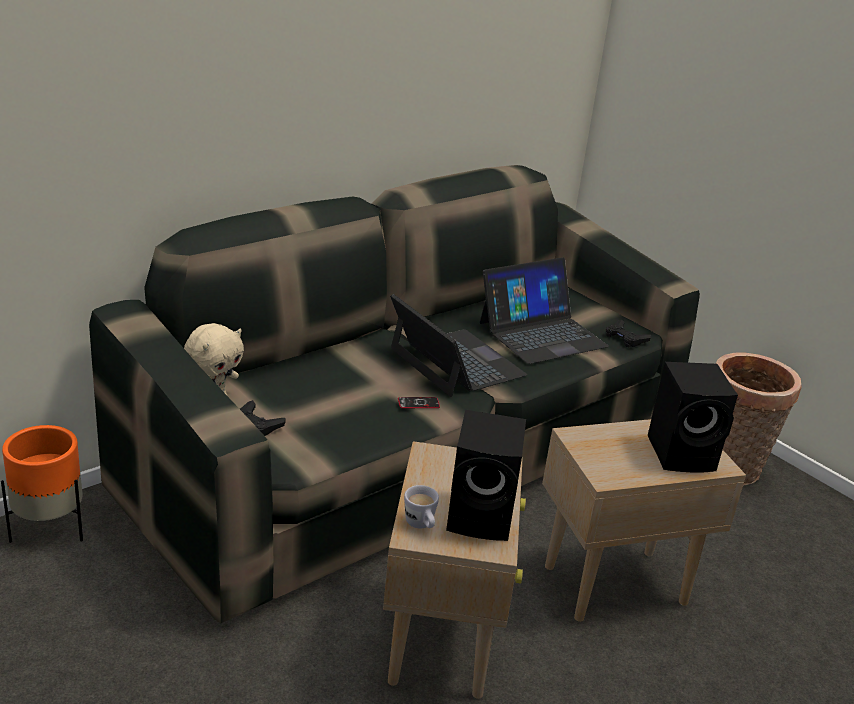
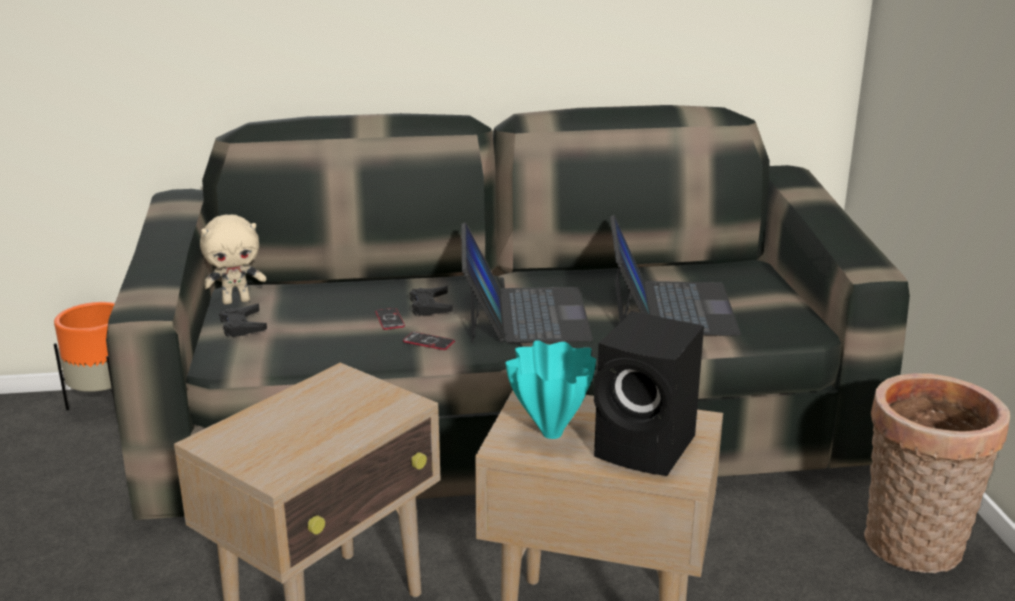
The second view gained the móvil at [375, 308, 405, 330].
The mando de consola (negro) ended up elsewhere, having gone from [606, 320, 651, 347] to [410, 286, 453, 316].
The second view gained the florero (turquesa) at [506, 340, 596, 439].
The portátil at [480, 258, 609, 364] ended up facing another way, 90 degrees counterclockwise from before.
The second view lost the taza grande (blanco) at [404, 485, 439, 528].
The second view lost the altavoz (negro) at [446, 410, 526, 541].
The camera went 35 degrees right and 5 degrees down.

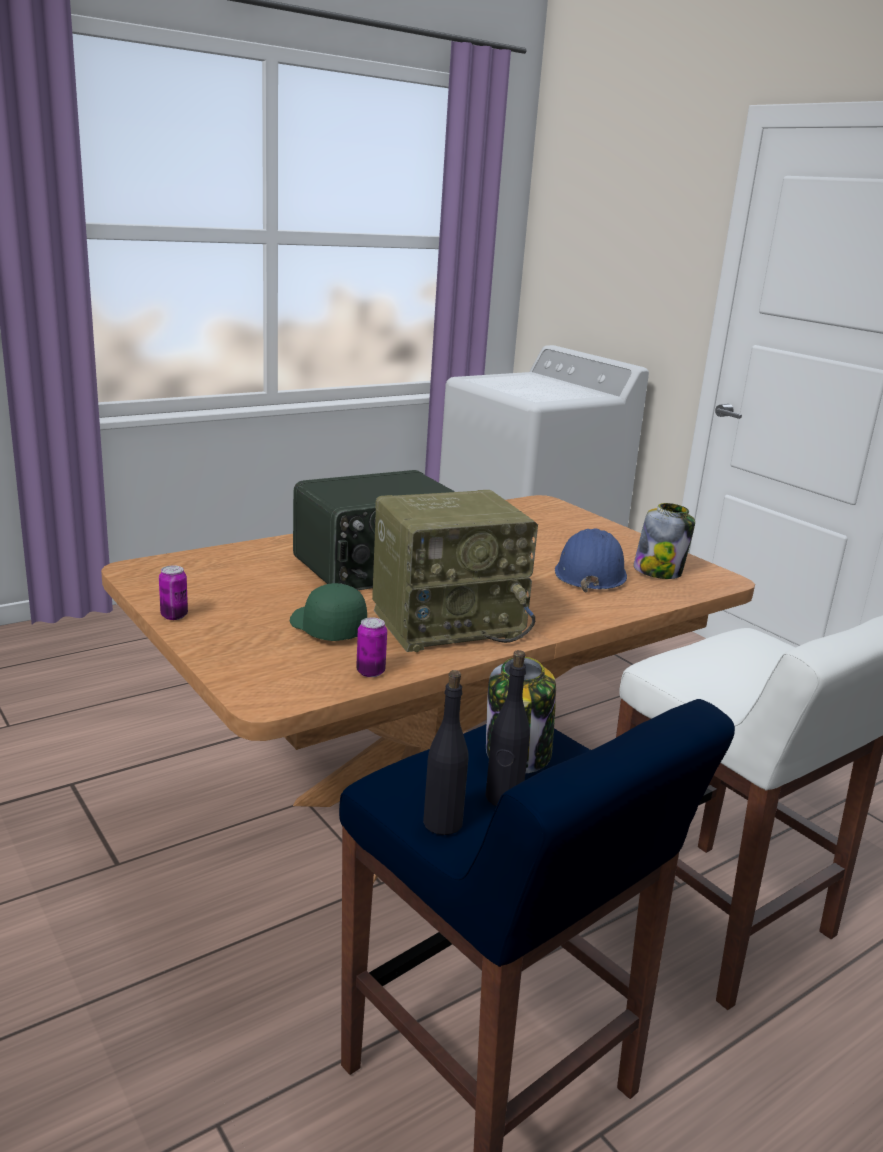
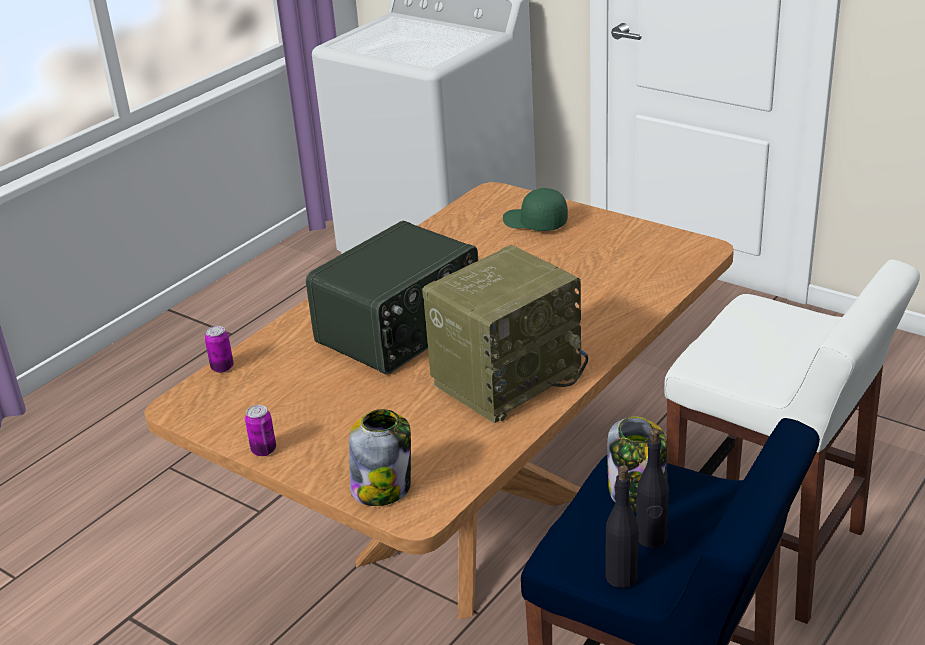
The lata ended up elsewhere, having gone from [356, 617, 387, 677] to [205, 326, 234, 373].
The tarro ended up elsewhere, having gone from [633, 503, 695, 579] to [349, 409, 411, 506].
The gorra (verde) ended up elsewhere, having gone from [290, 583, 367, 641] to [503, 188, 568, 231].
The second view lost the casco (azul) at [555, 529, 627, 592].
The camera went 15 degrees left and 10 degrees up.

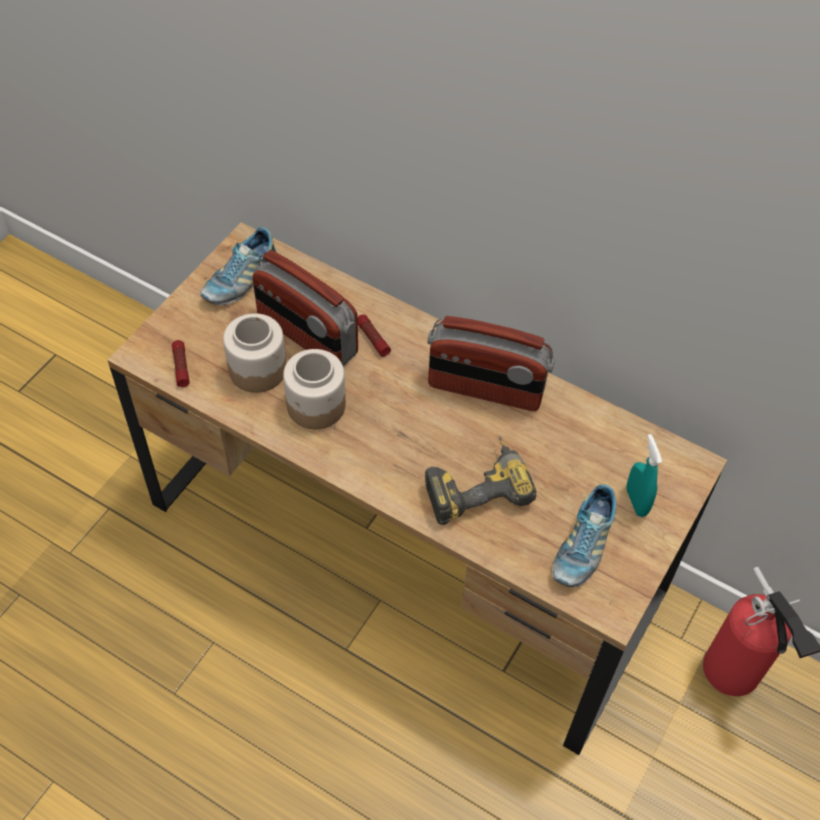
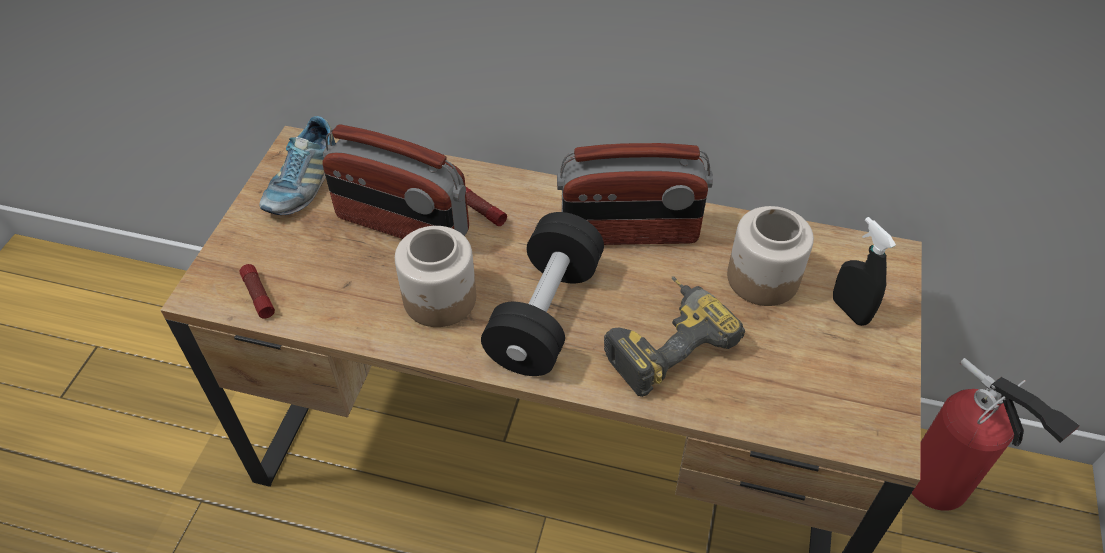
The second view gained the mancuerna (negro) at [481, 212, 604, 376].
The tarro ended up elsewhere, having gone from [223, 313, 286, 393] to [727, 206, 814, 306].
What was the pulverizador (turquesa) at [626, 434, 662, 517] turned into the pulverizador (negro) at [833, 217, 896, 326].
The second view lost the zapato at [552, 484, 616, 588].
The camera went 15 degrees left and 5 degrees down.

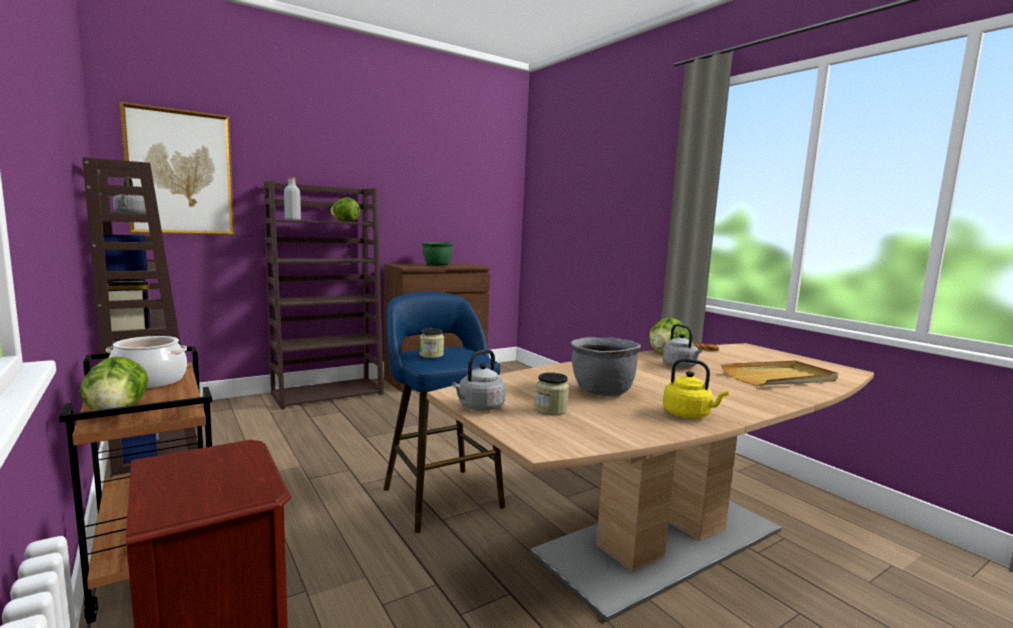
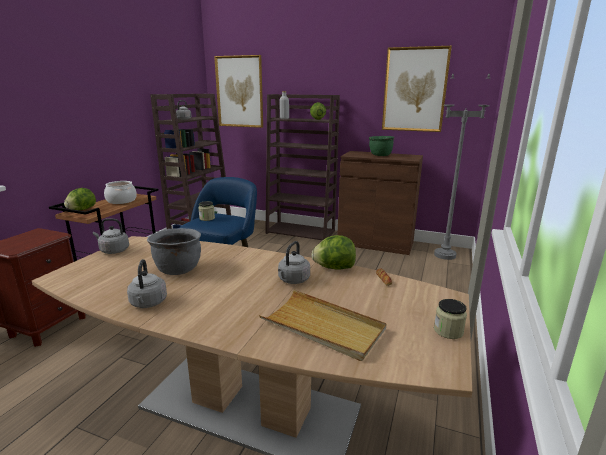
What was the hervidor (amarillo) at [663, 358, 729, 418] turned into the hervidor (gris) at [127, 259, 167, 308].
The second view gained the cuadro at [382, 46, 452, 132].
The second view gained the lámpara de pie (gris) at [434, 74, 491, 260].
The tarro ended up elsewhere, having gone from [535, 372, 569, 415] to [434, 299, 467, 339].
The camera went 55 degrees right and 10 degrees up.

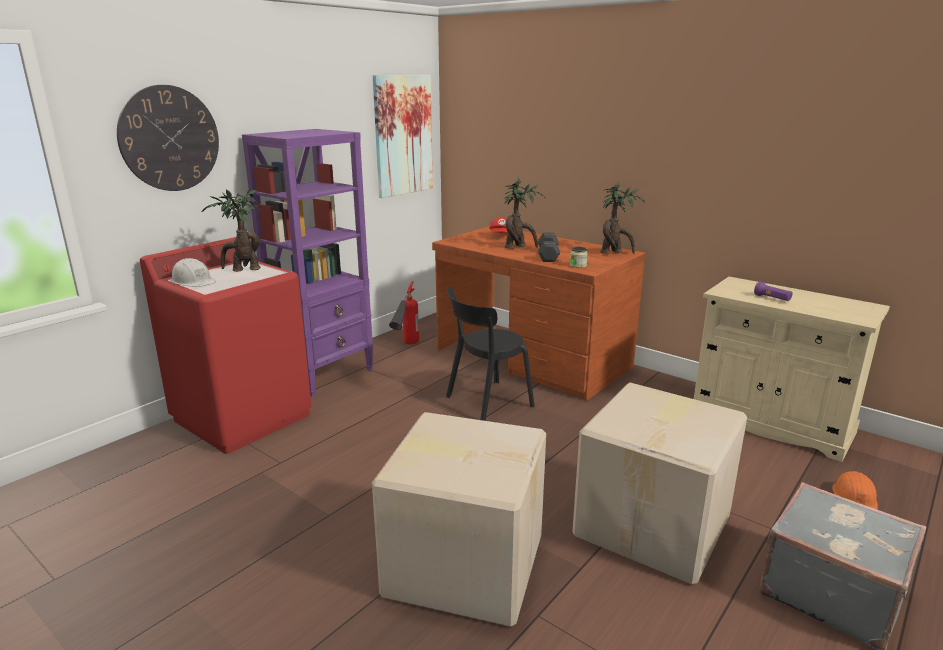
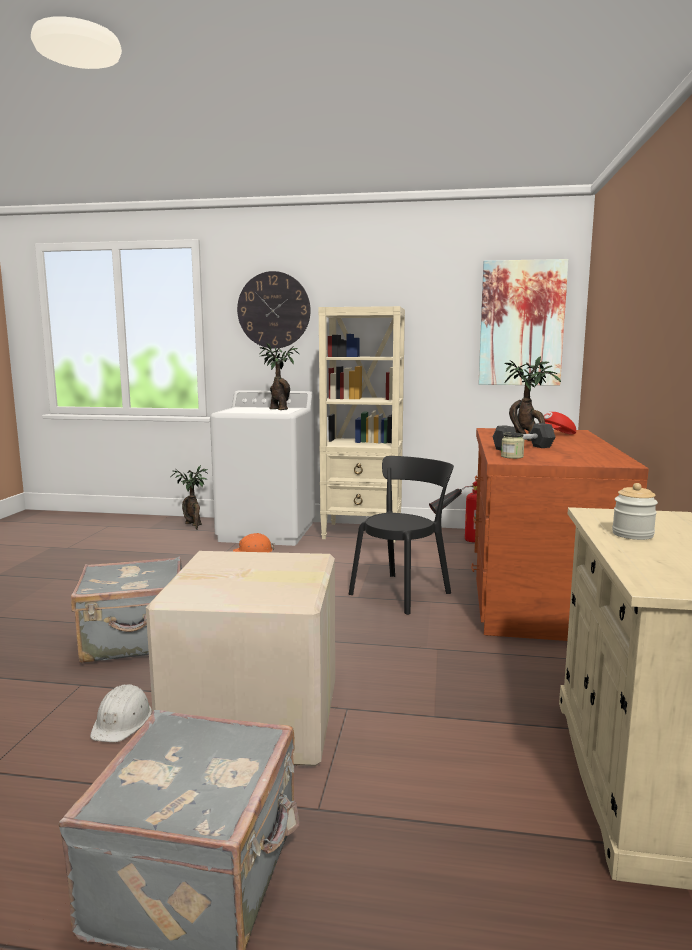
Where the caja de cartón stood at [372, 412, 546, 626], the maleta (gris) came to stand at [71, 556, 182, 663].
The casco (blanco) ended up elsewhere, having gone from [171, 258, 216, 287] to [90, 684, 152, 742].
The planta en maceta ended up elsewhere, having gone from [600, 181, 645, 254] to [170, 465, 208, 530].
What was the lavadora (rojo) at [140, 237, 312, 454] turned into the lavadora (blanco) at [210, 390, 315, 546].
The casco (naranja) ended up elsewhere, having gone from [832, 471, 878, 510] to [233, 533, 275, 552].
What was the estantería (morado) at [242, 129, 373, 397] turned into the estantería (beis) at [318, 306, 405, 543].
The silla (negro) at [446, 287, 535, 421] ended up facing another way, 105 degrees clockwise from before.
Where the linterna (morado) stood at [754, 282, 793, 301], the tarro came to stand at [612, 483, 658, 540].
The camera went 60 degrees right and 10 degrees down.

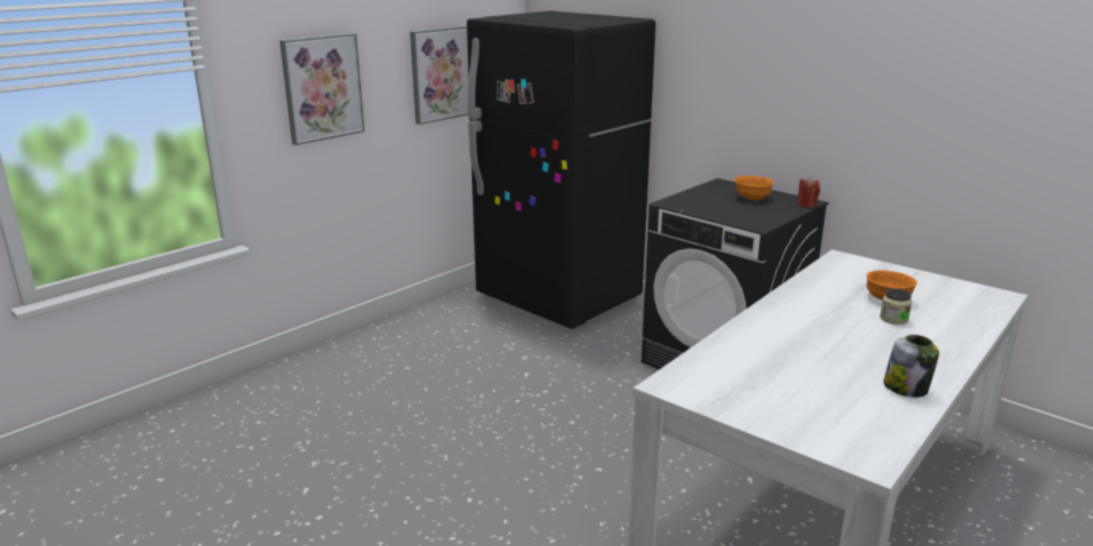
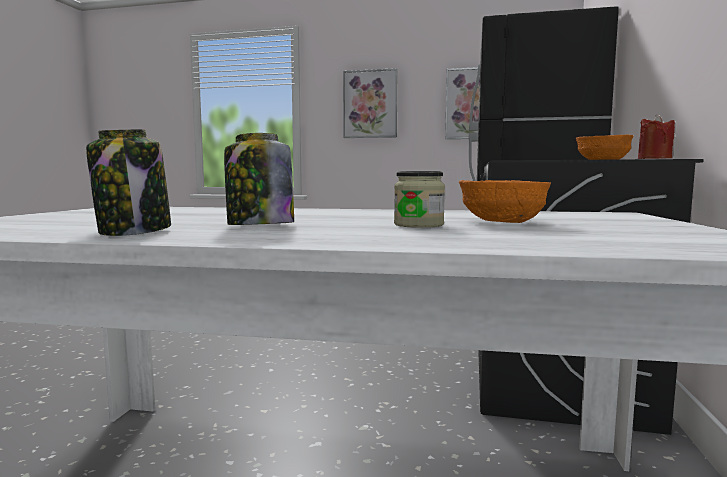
The second view gained the tarro at [224, 133, 294, 225].
The camera went 60 degrees right and 15 degrees down.

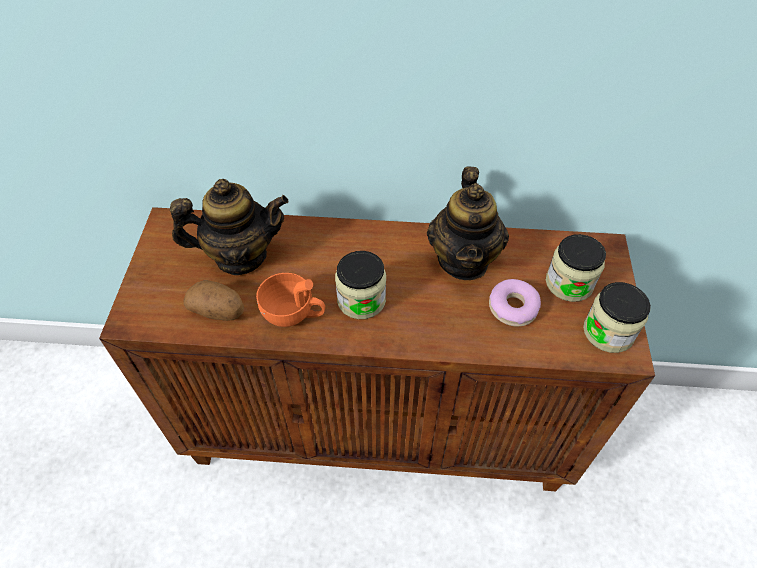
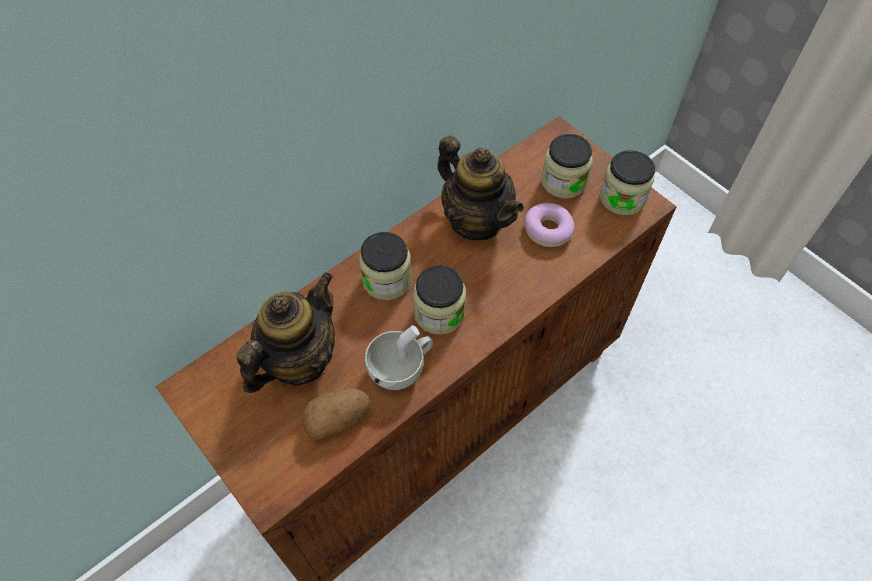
The second view gained the tarro at [359, 232, 412, 300].
What was the taza (naranja) at [256, 273, 325, 327] turned into the taza (blanco) at [365, 325, 433, 390].
The camera went 45 degrees left and 5 degrees up.

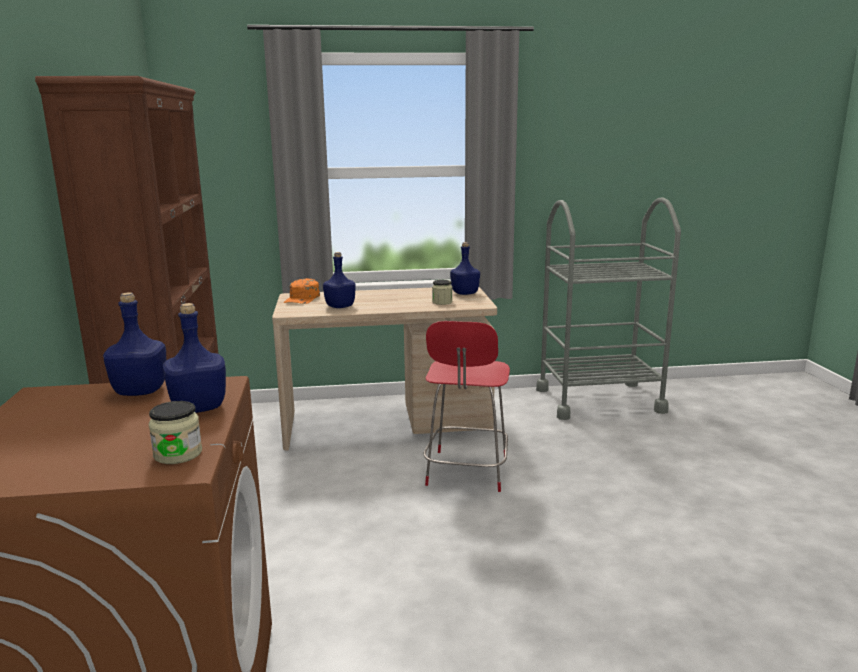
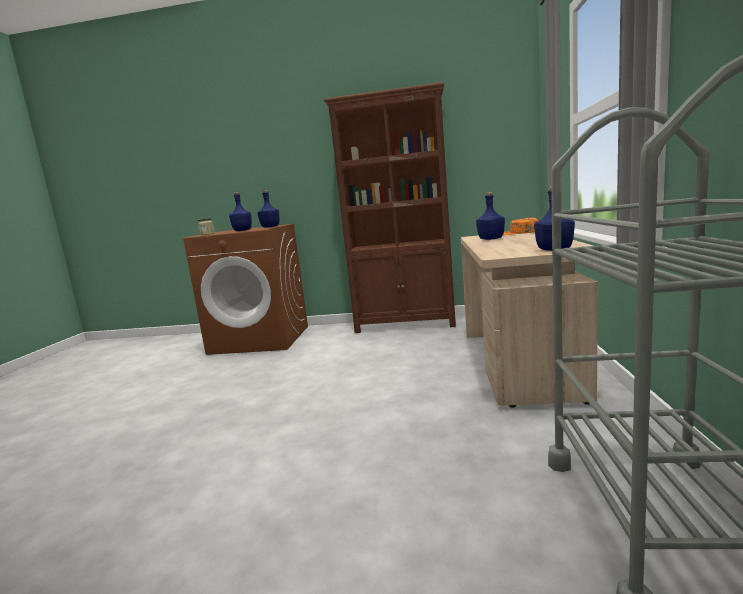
The second view lost the silla (rojo) at [424, 321, 510, 492].
The second view lost the tarro at [432, 280, 452, 305].
The camera went 105 degrees right and 5 degrees down.

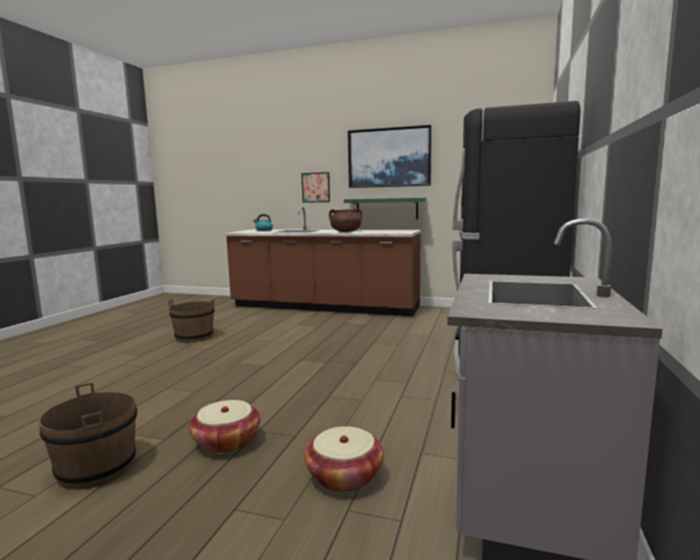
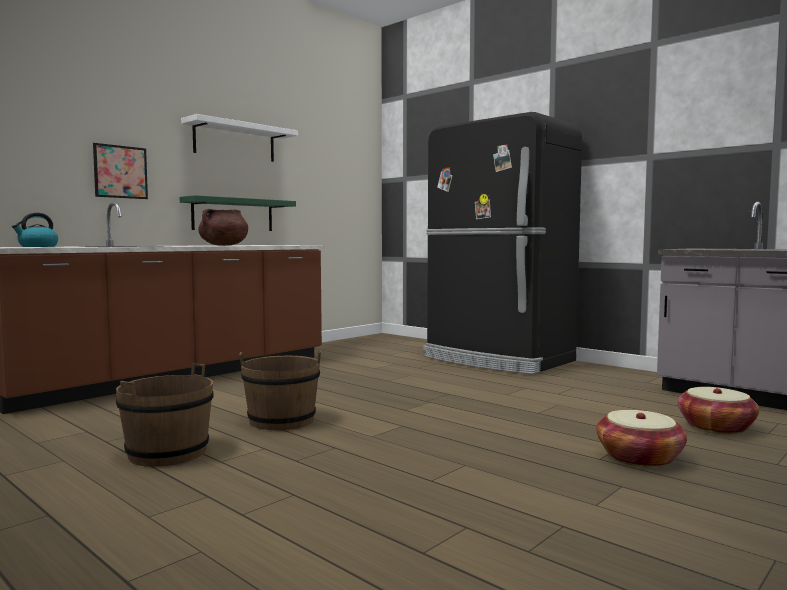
Where the cuadro hung at [348, 125, 432, 188], the estante (blanco) came to hang at [181, 114, 298, 162].
The cubo (marrón) ended up elsewhere, having gone from [38, 382, 137, 489] to [239, 350, 321, 430].
The camera went 65 degrees left and 5 degrees down.

